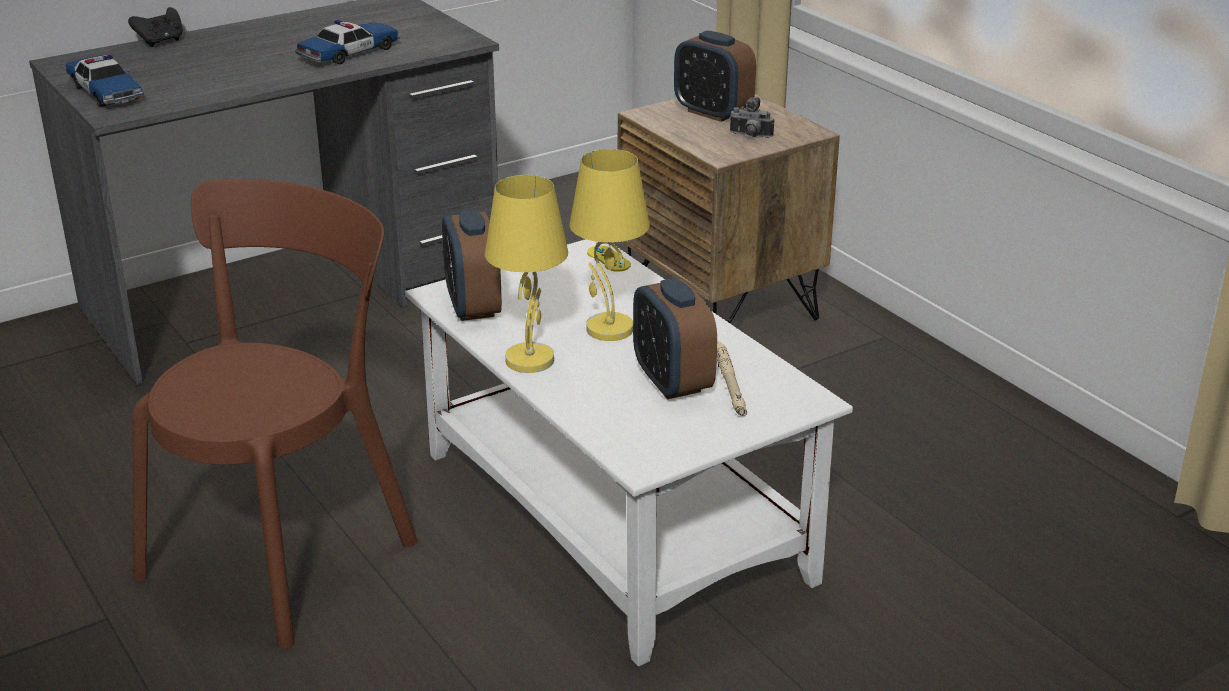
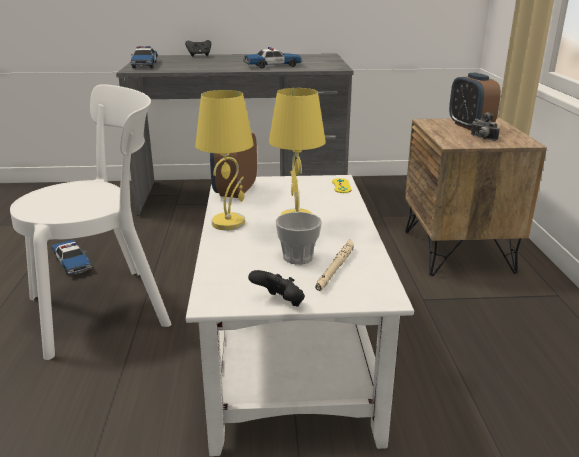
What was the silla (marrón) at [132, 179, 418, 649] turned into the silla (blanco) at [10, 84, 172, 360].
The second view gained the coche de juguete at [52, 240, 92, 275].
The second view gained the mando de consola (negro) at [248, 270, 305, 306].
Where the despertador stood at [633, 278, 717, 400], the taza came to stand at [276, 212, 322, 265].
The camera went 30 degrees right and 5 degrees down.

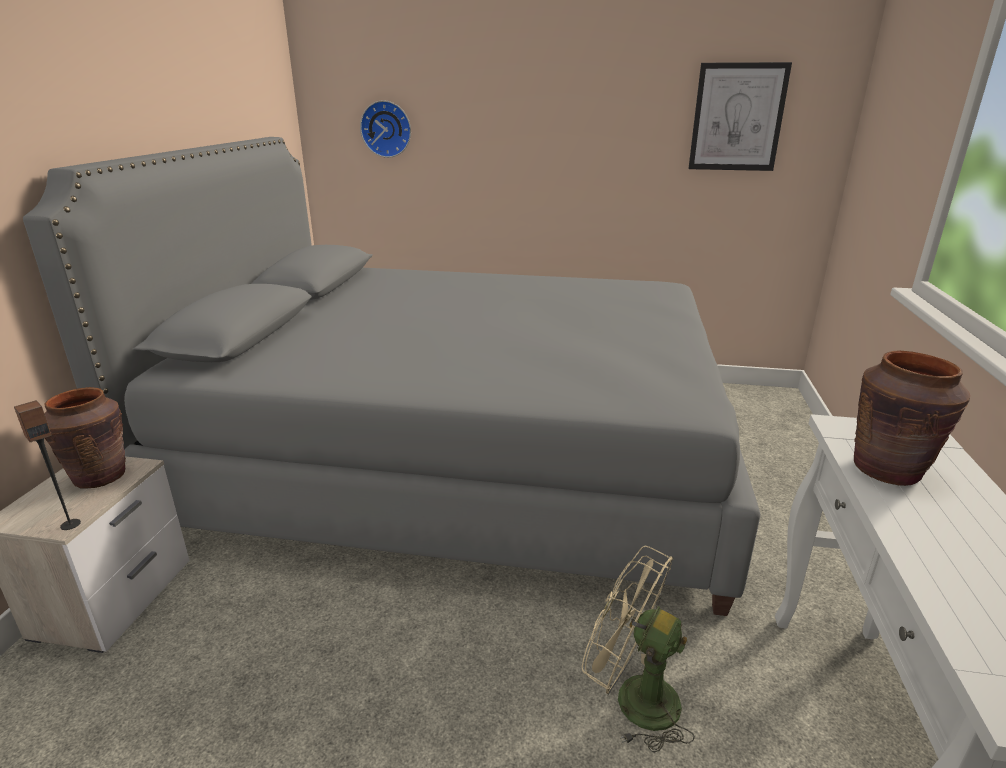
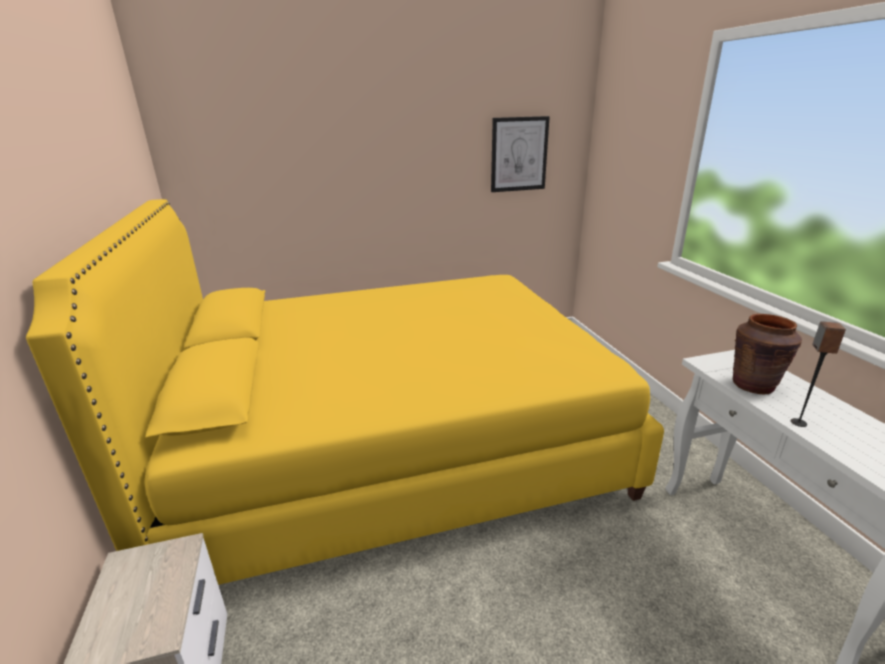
What was the cama (gris) at [23, 137, 761, 616] turned into the cama (amarillo) at [26, 199, 664, 585].
The altavoz ended up elsewhere, having gone from [14, 400, 81, 530] to [791, 321, 846, 427].
The second view lost the florero (marrón) at [44, 387, 126, 489].
The second view lost the reloj de pared at [360, 100, 411, 158].
The second view lost the ventilador (beis) at [582, 546, 695, 753].
The camera went 25 degrees left and 0 degrees up.

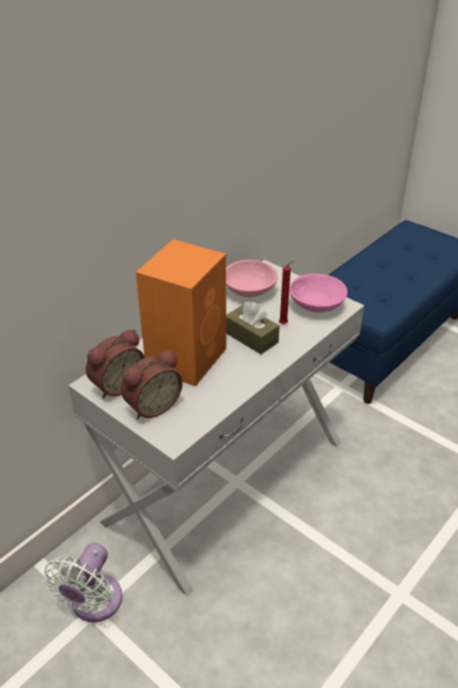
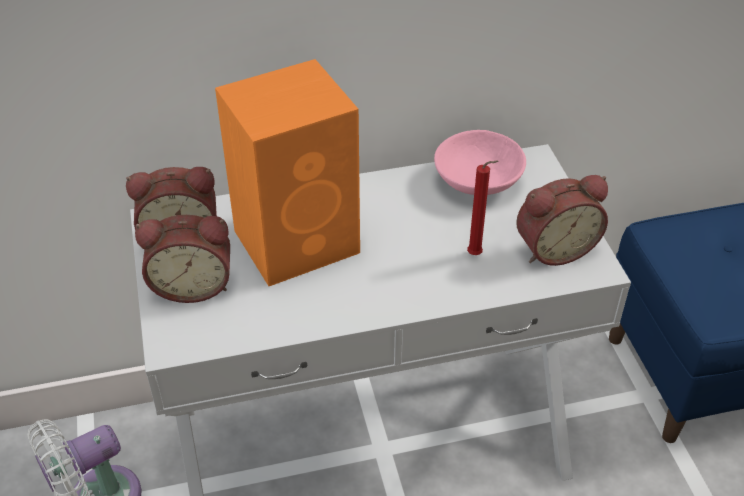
Where the cuenco (rosa) stood at [289, 274, 347, 313], the despertador came to stand at [516, 175, 608, 266].
The second view lost the caja de pañuelos (marrón) at [226, 302, 280, 354].
The camera went 35 degrees right and 5 degrees up.

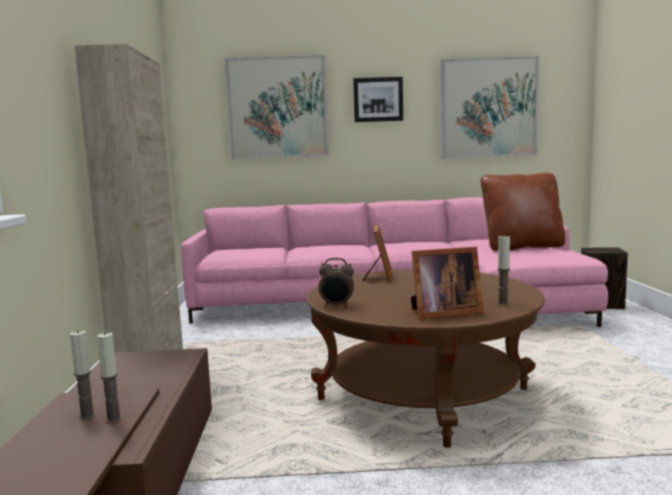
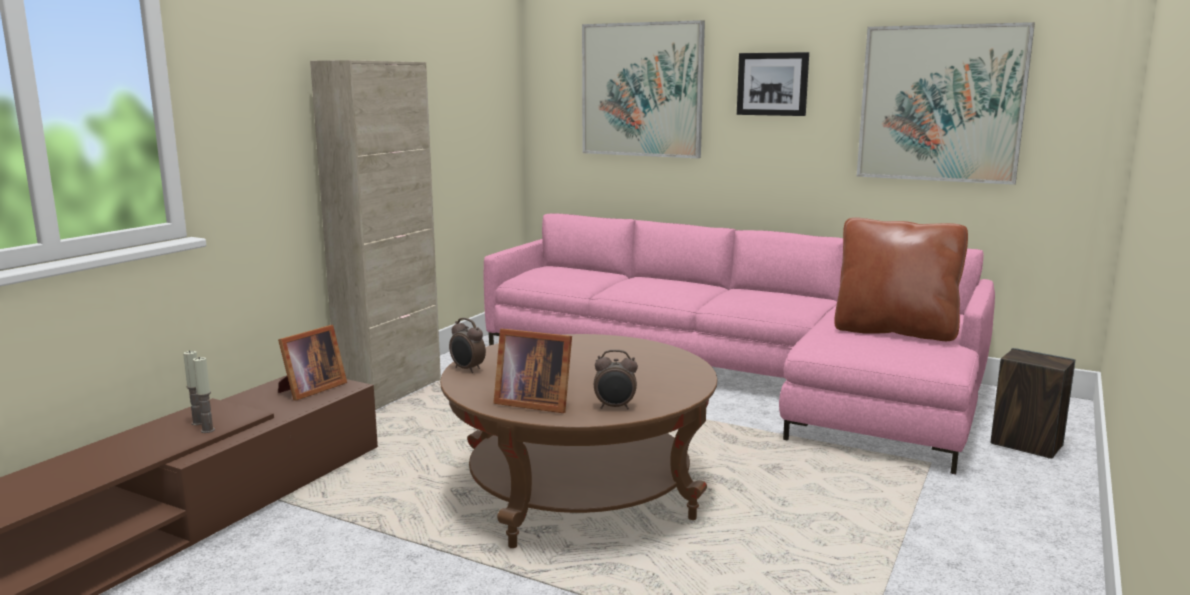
The portarretratos ended up elsewhere, having gone from [362, 225, 393, 282] to [278, 325, 347, 401].
Where the vela stood at [497, 236, 510, 305], the despertador came to stand at [594, 350, 638, 409].
The camera went 30 degrees right and 5 degrees up.

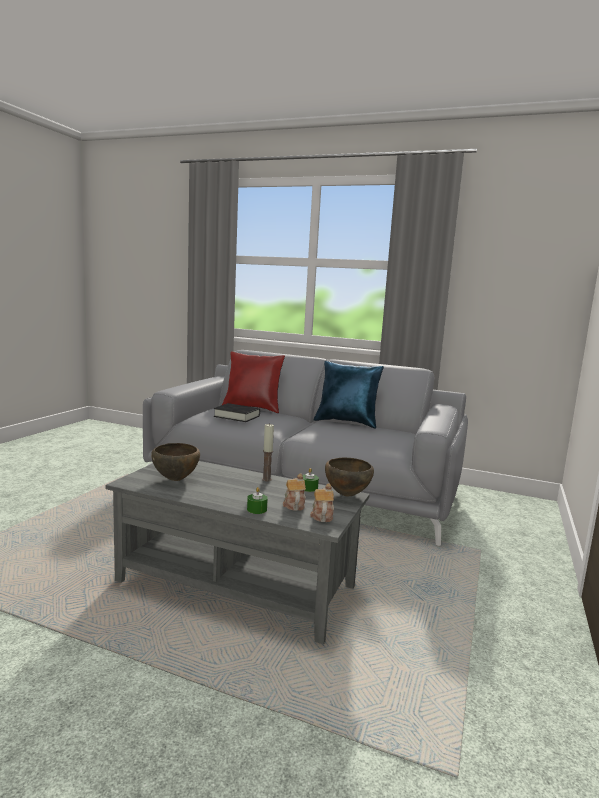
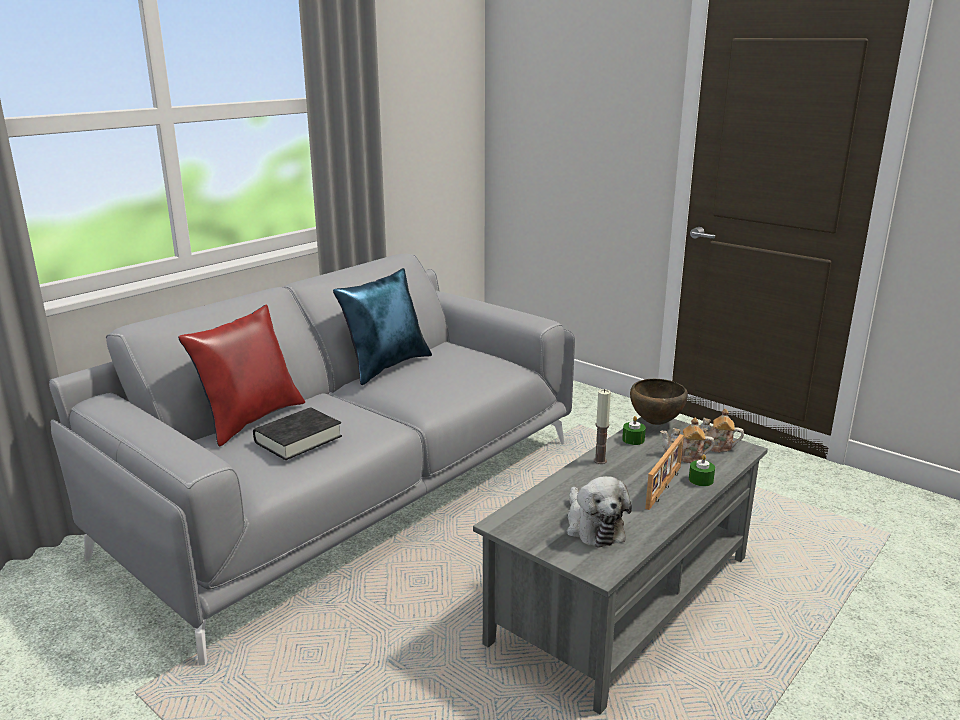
Where the cuenco (marrón) stood at [151, 443, 200, 481], the peluche came to stand at [567, 476, 632, 548].
The second view gained the portarretratos at [645, 434, 684, 510].
The camera went 70 degrees left and 10 degrees up.

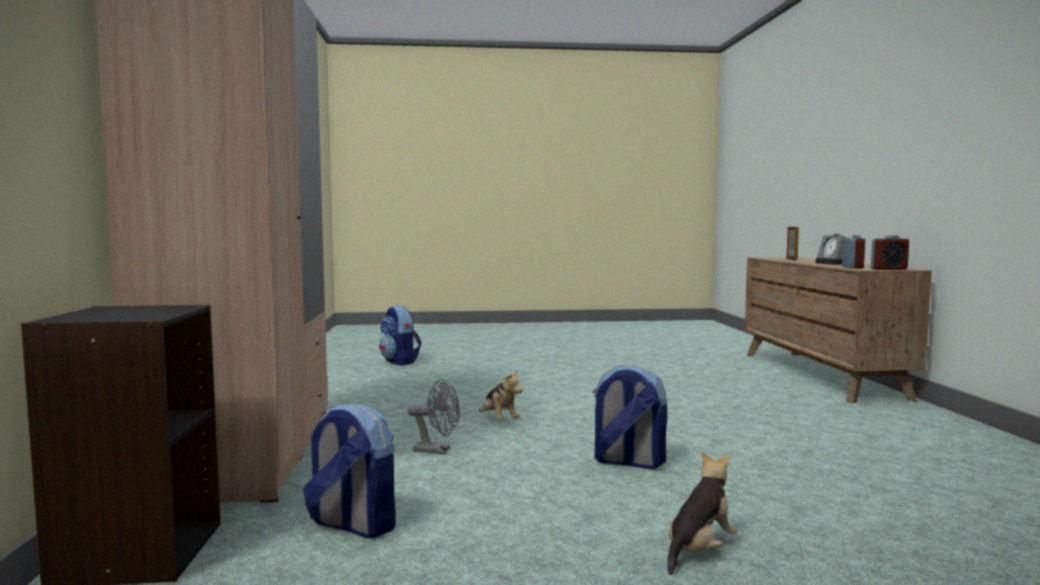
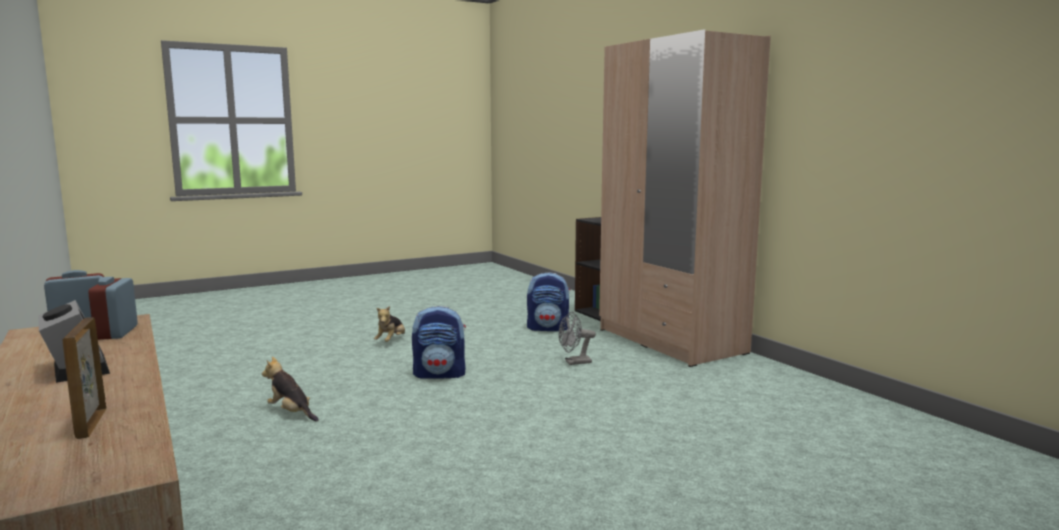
The peluche ended up elsewhere, having gone from [479, 371, 522, 420] to [262, 357, 319, 421].
The second view lost the mochila at [379, 305, 421, 365].
The camera went 155 degrees right and 5 degrees up.

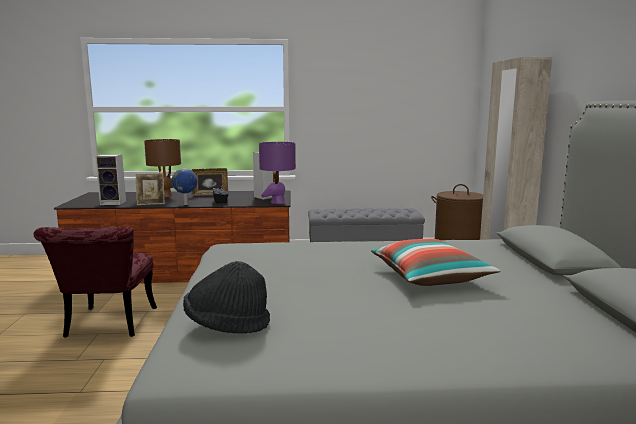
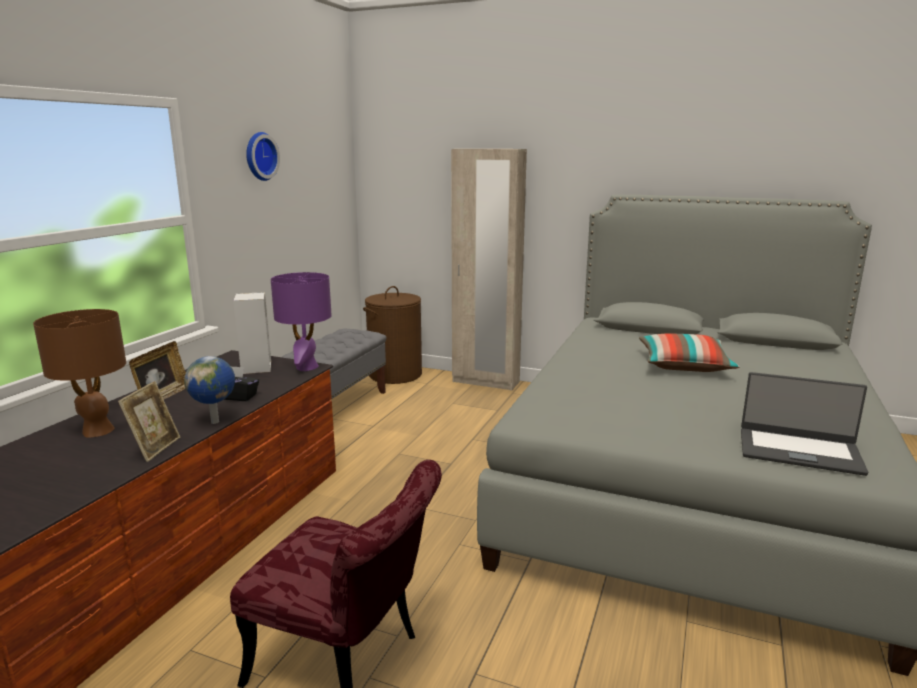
The second view gained the reloj de pared at [246, 132, 280, 181].
Where the sombrero (negro) stood at [183, 261, 270, 334], the portátil came to stand at [741, 372, 868, 476].
The second view lost the altavoz at [95, 154, 126, 205].
The camera went 65 degrees left and 5 degrees up.

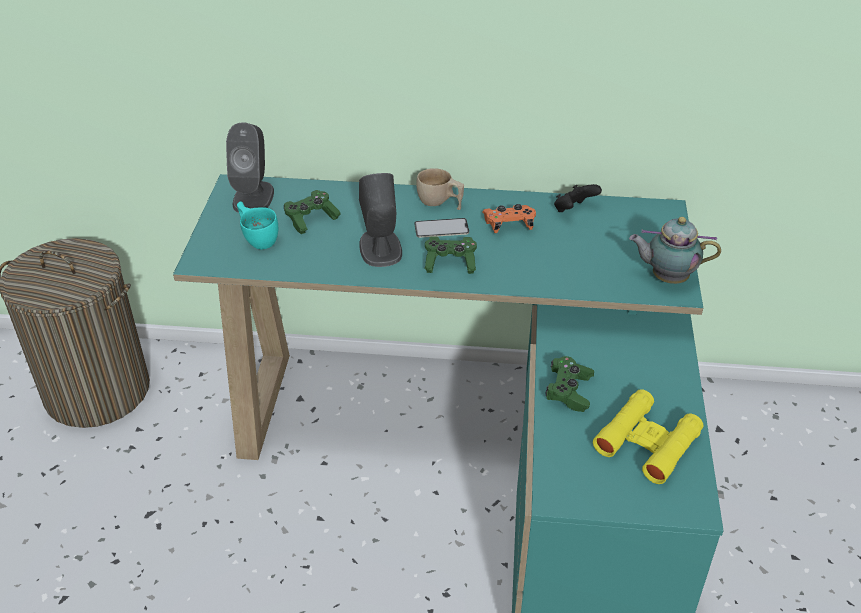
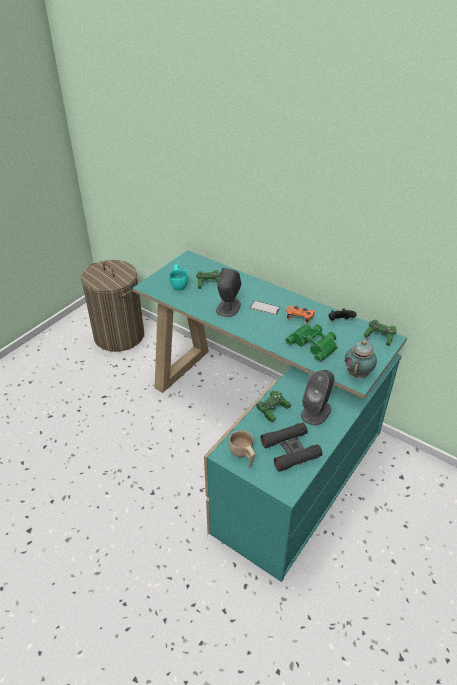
The taza (beis) ended up elsewhere, having gone from [416, 168, 464, 210] to [229, 430, 255, 468].
What was the prismáticos (amarillo) at [593, 389, 703, 484] turned into the prismáticos (negro) at [261, 423, 322, 472].
The second view gained the prismáticos (verde) at [285, 324, 337, 362].
The altavoz (gris) ended up elsewhere, having gone from [226, 122, 274, 213] to [301, 370, 334, 426].
The tetera at [629, 217, 721, 284] ended up facing another way, 75 degrees clockwise from before.
The mando de consola (verde) ended up elsewhere, having gone from [425, 236, 477, 274] to [364, 320, 397, 346].
The camera went 30 degrees right and 0 degrees up.

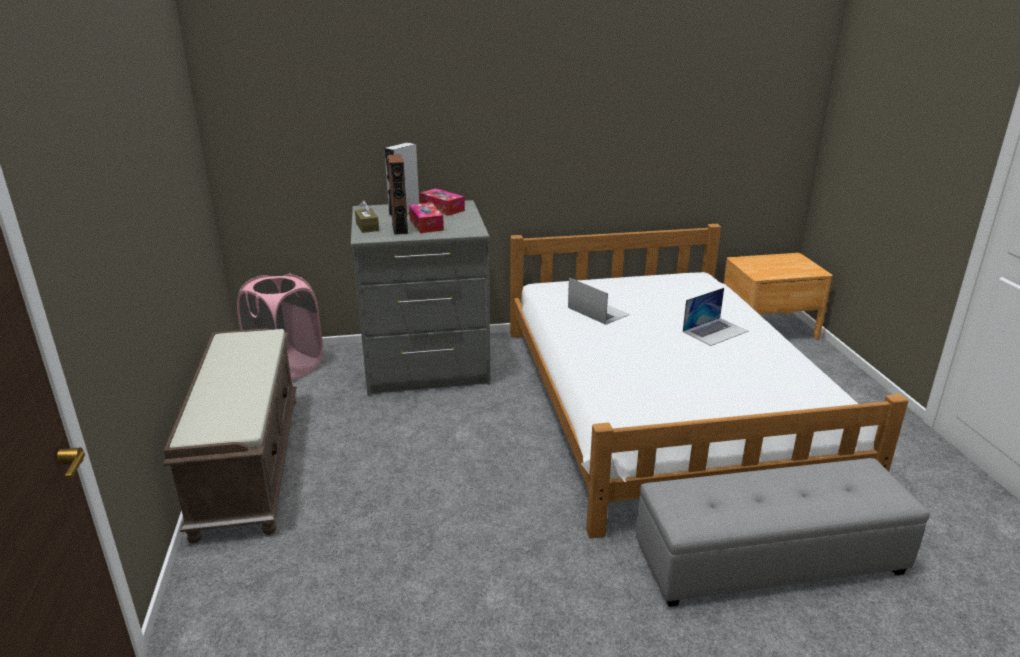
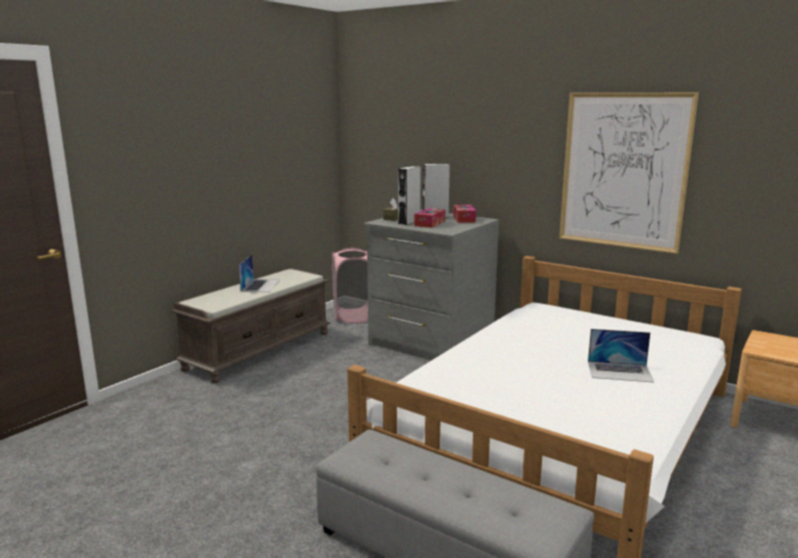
The portátil ended up elsewhere, having gone from [568, 278, 630, 325] to [239, 255, 280, 292].
What was the altavoz (marrón) at [387, 154, 408, 235] turned into the altavoz (gris) at [398, 166, 421, 225].
The second view gained the cuadro at [559, 93, 699, 254].
The camera went 45 degrees right and 10 degrees down.

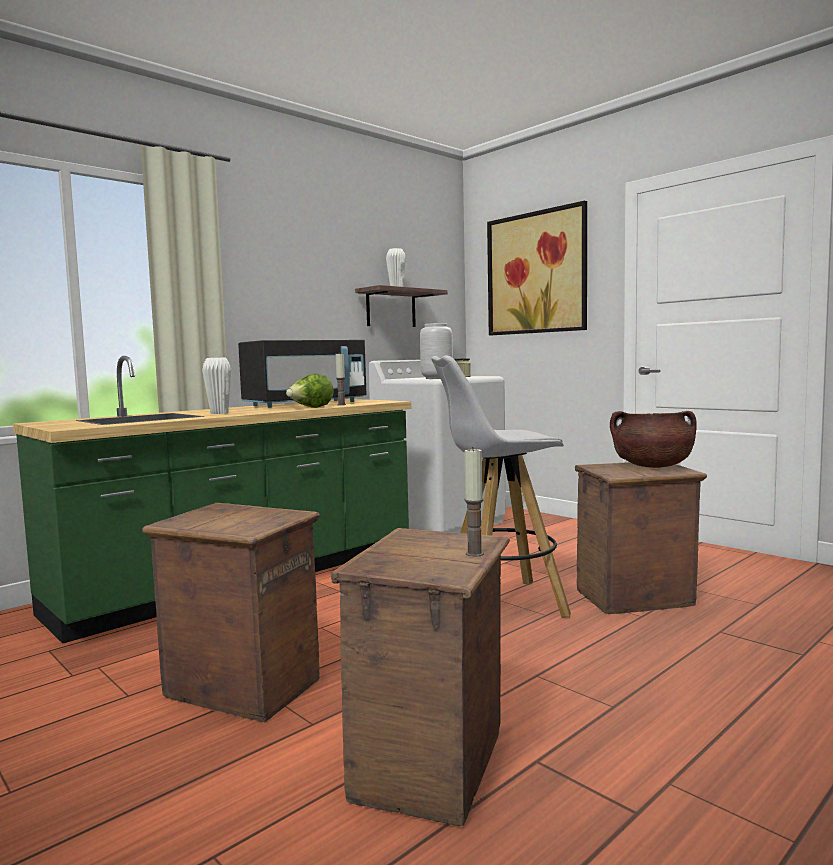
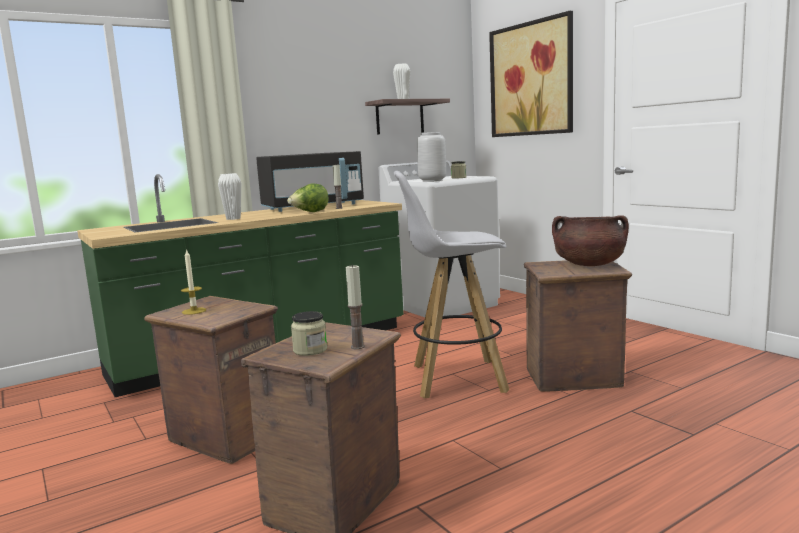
The second view gained the vela at [181, 249, 206, 315].
The second view gained the tarro at [291, 311, 327, 356].
The camera went 10 degrees right and 5 degrees up.

